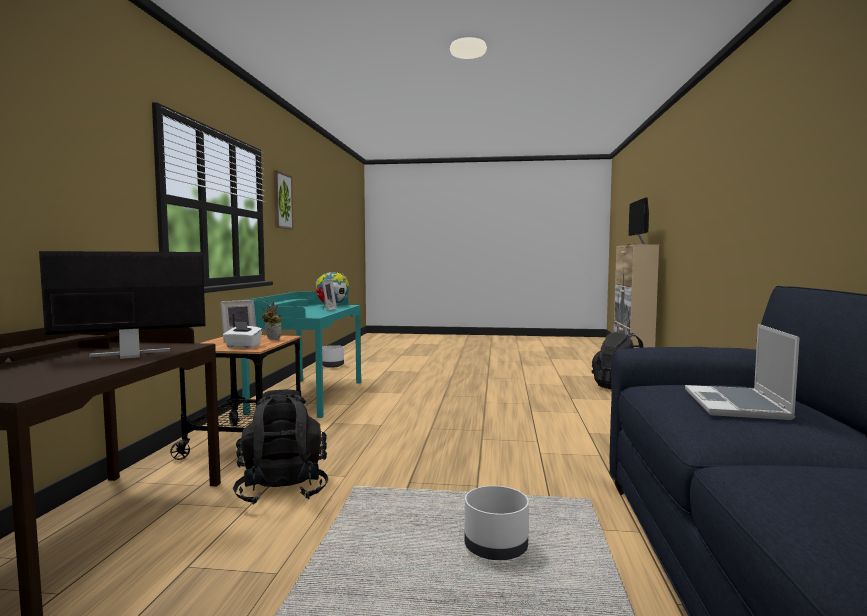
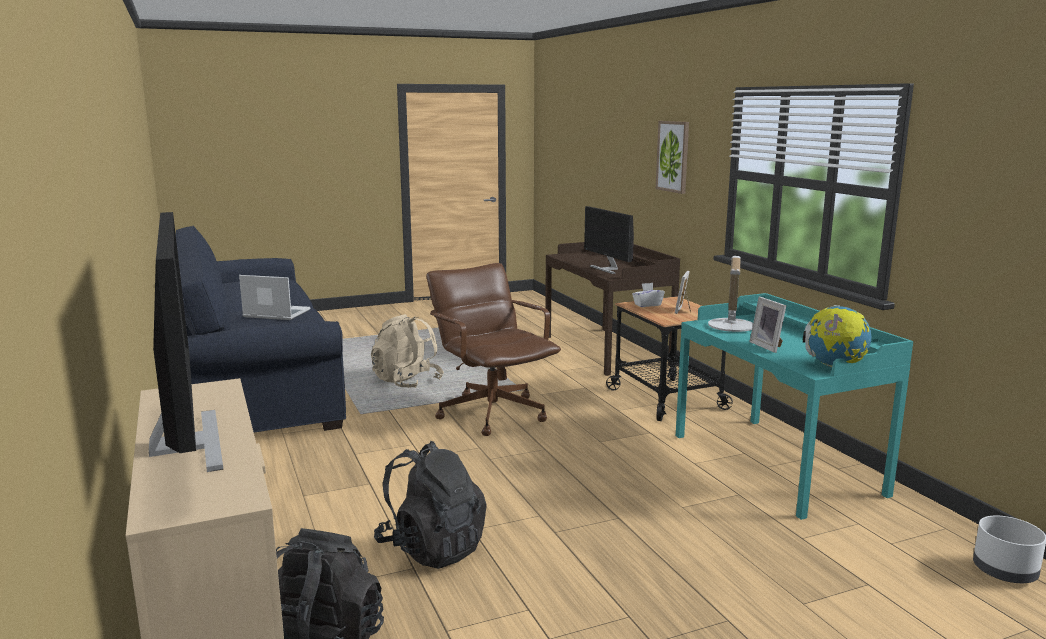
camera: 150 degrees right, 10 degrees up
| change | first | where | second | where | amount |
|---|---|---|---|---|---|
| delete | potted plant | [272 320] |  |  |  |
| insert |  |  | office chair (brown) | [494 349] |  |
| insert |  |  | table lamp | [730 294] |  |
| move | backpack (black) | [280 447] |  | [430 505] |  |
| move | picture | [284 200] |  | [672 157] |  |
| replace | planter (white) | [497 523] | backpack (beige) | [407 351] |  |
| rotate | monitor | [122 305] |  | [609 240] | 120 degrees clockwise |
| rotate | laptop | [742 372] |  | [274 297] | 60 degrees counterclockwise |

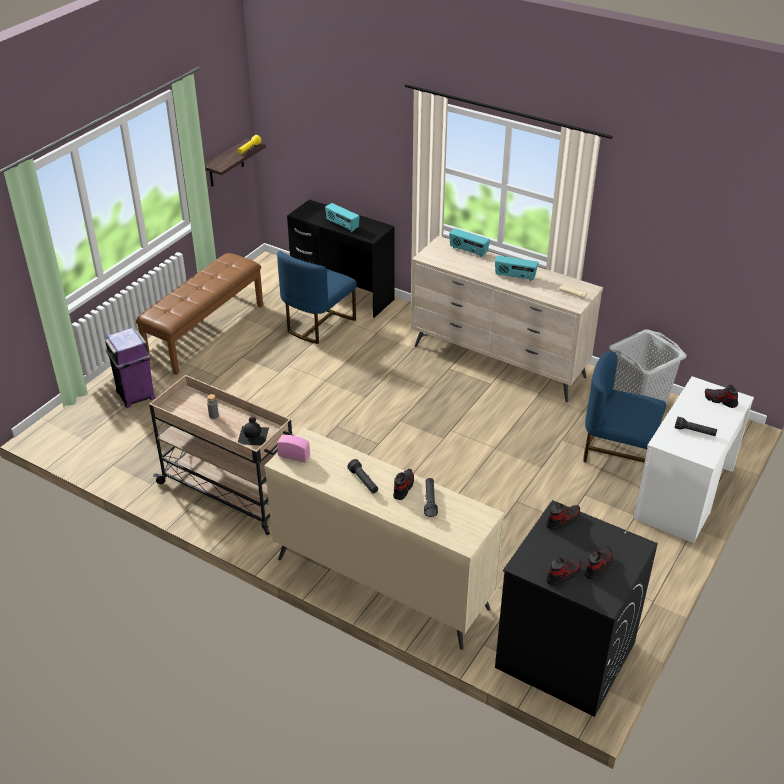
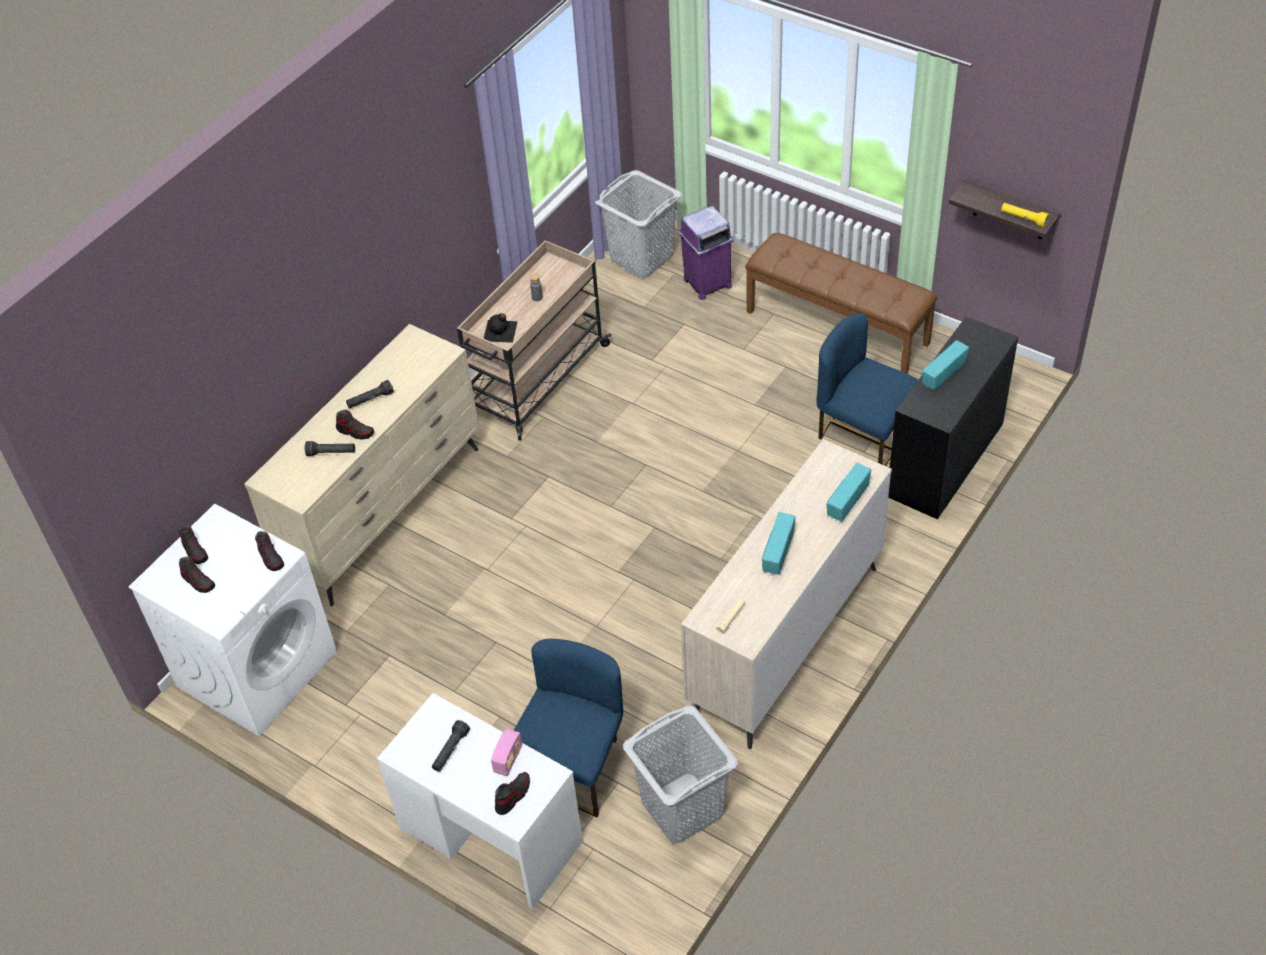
camera: 95 degrees right, 10 degrees up
| change | first | where | second | where | amount |
|---|---|---|---|---|---|
| insert |  |  | laundry basket (grey) | [638 224] |  |
| move | radio | [293 448] |  | [506 752] |  |
| recolor | washing machine (black) | [576 608] | washing machine (white) | [233 620] |  |

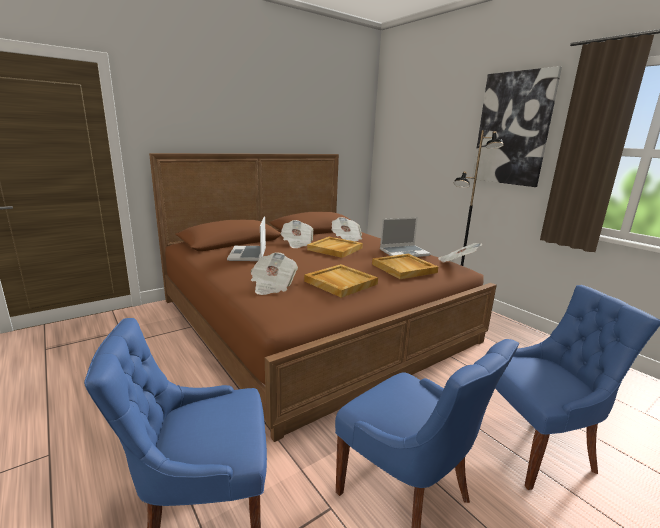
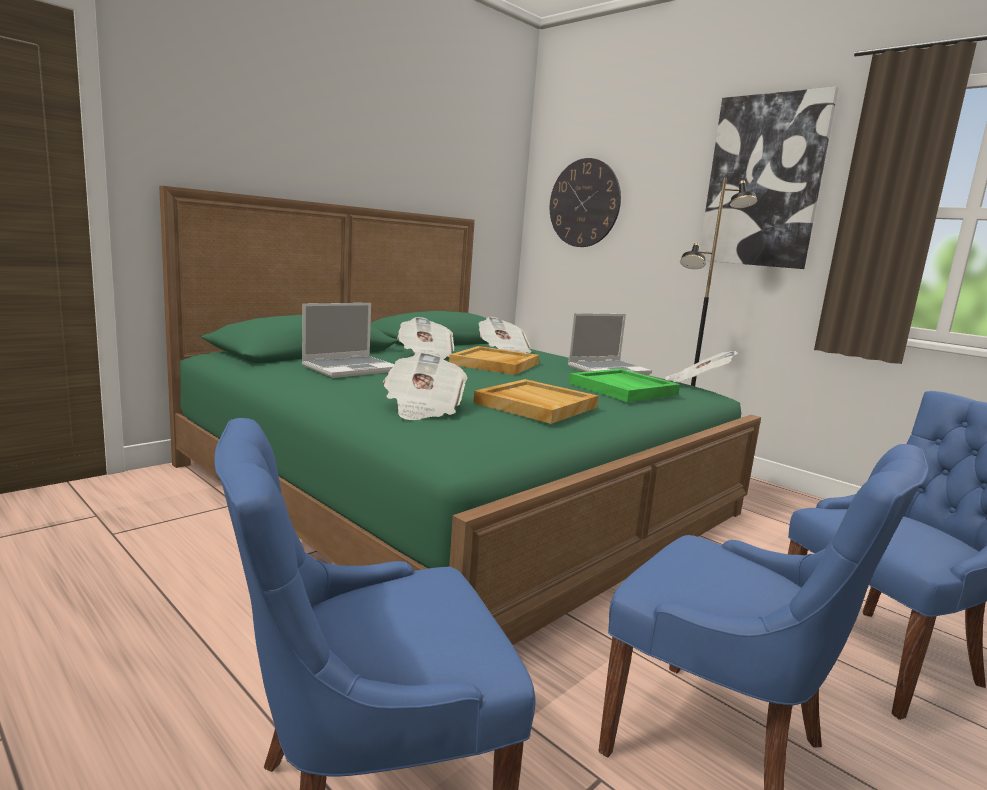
camera: 10 degrees left, 5 degrees down
| change | first | where | second | where | amount |
|---|---|---|---|---|---|
| insert |  |  | wall clock | [585 202] |  |
| recolor | bed (brown) | [323 297] | bed (green) | [460 415] |  |
| recolor | tray (beige) | [405 266] | tray (green) | [624 385] |  |
| rotate | laptop | [246 238] |  | [348 340] | 120 degrees counterclockwise |

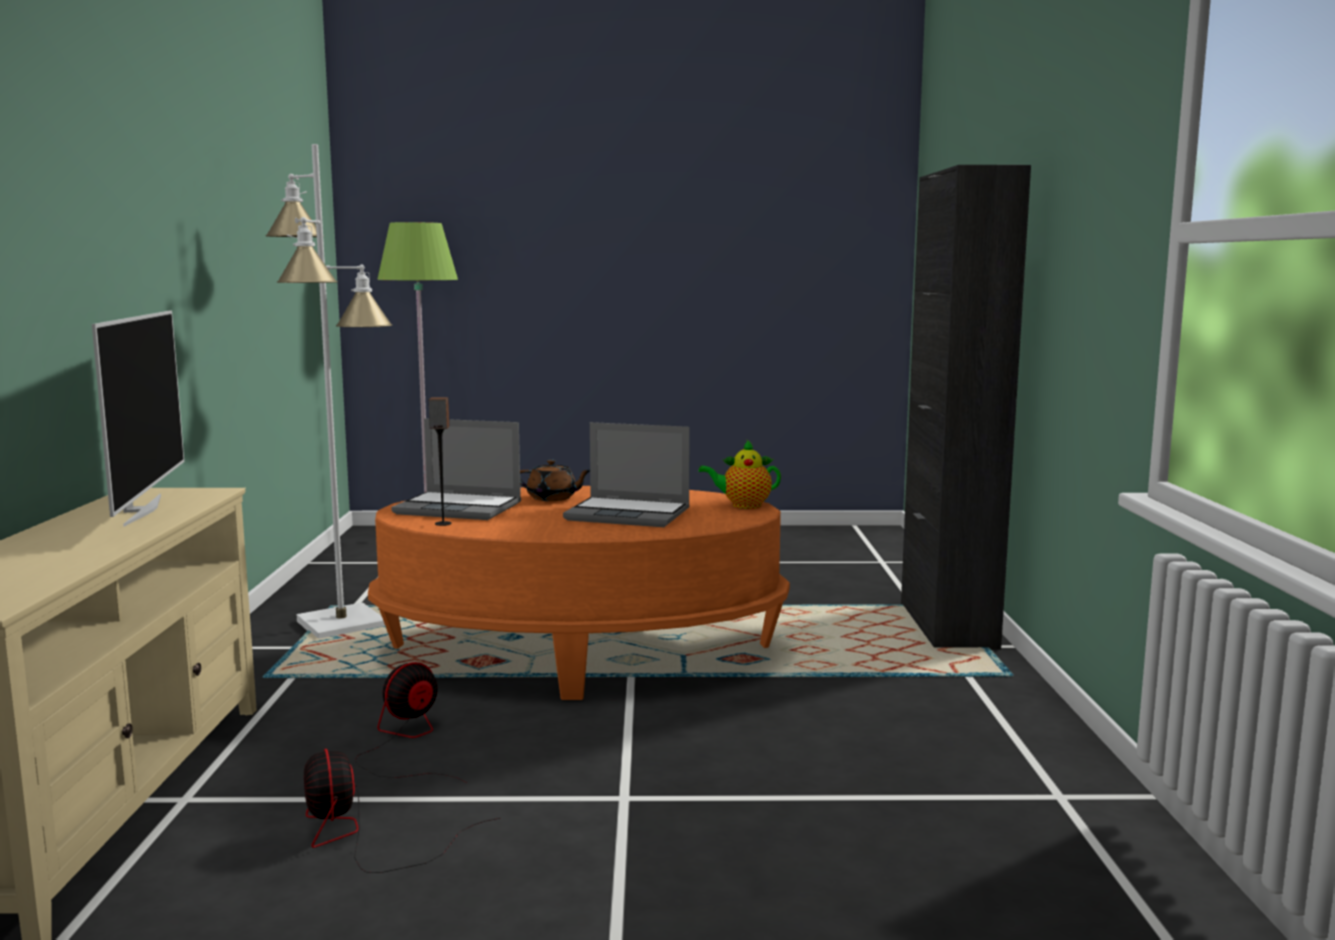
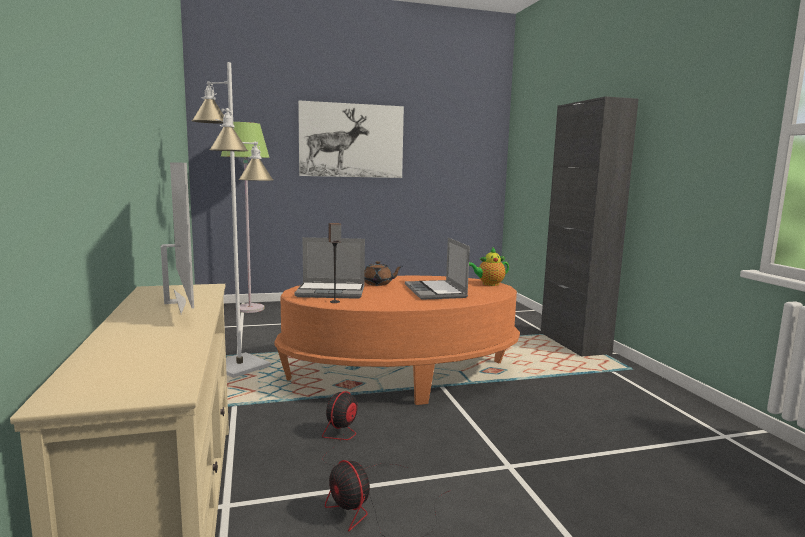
camera: 15 degrees left, 0 degrees up
| change | first | where | second | where | amount |
|---|---|---|---|---|---|
| insert |  |  | picture | [351 139] |  |
| rotate | laptop | [626 474] |  | [437 268] | 75 degrees clockwise |

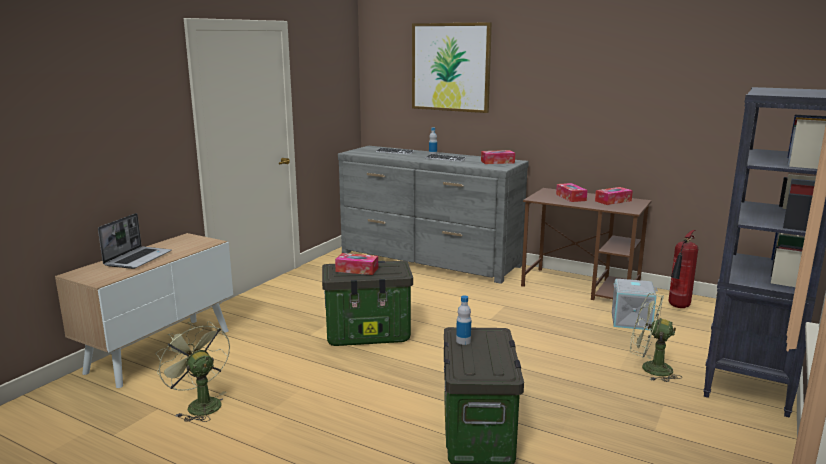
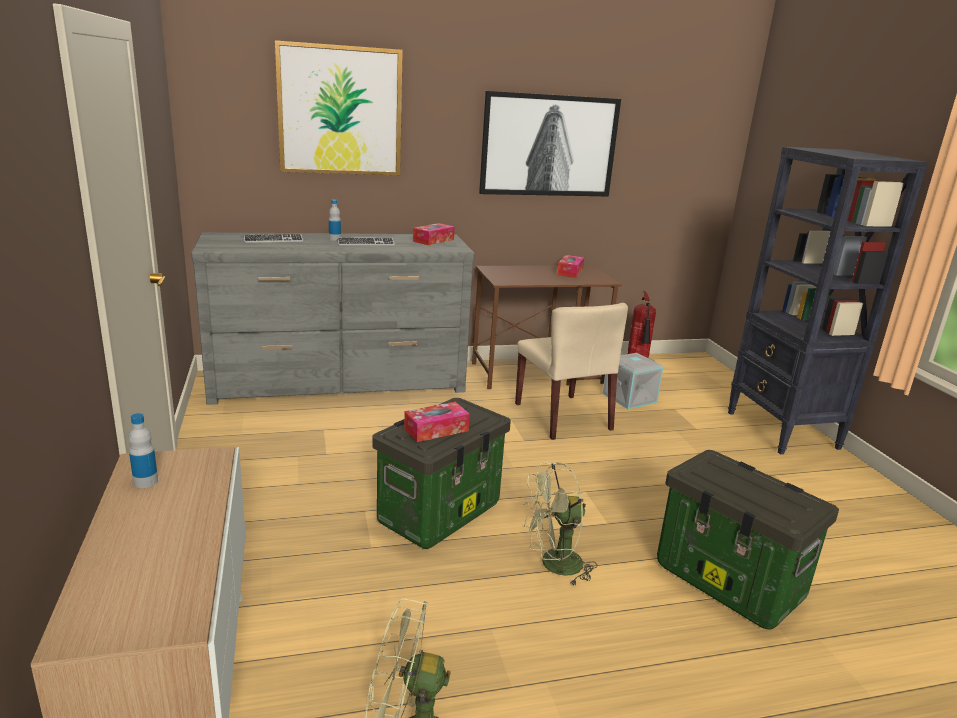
camera: 45 degrees left, 5 degrees up
| change | first | where | second | where | amount |
|---|---|---|---|---|---|
| delete | laptop | [135 241] |  |  |  |
| delete | tissue box | [571 192] |  |  |  |
| insert |  |  | picture | [550 144] |  |
| insert |  |  | chair (beige) | [571 371] |  |
| move | bottle | [463 320] |  | [143 450] |  |
| move | fan (green) | [656 337] |  | [559 524] |  |

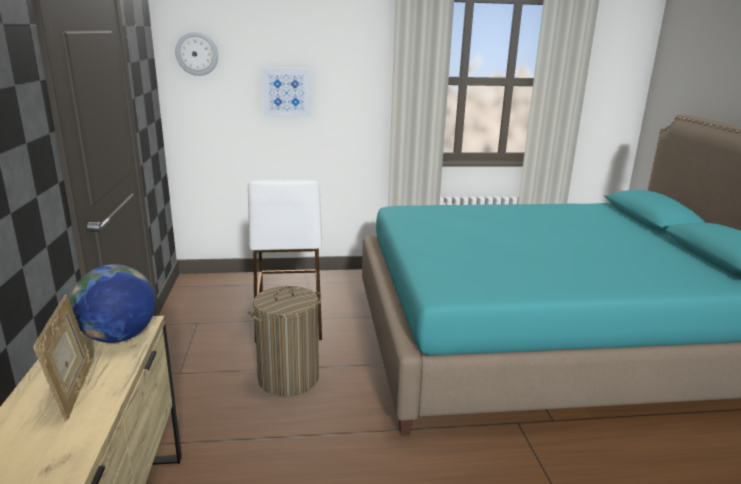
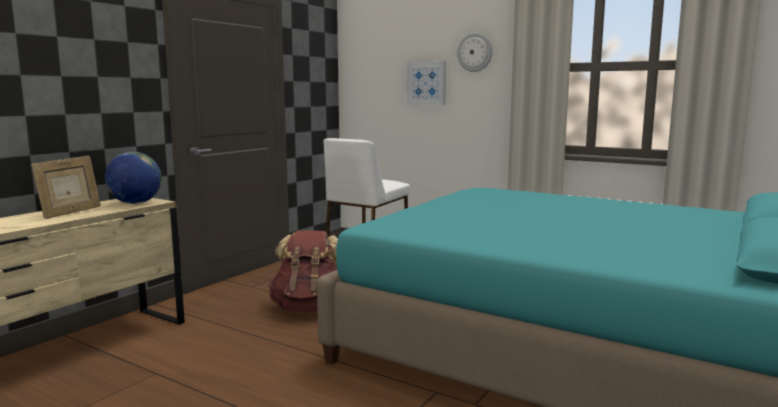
camera: 40 degrees right, 10 degrees down
| change | first | where | second | where | amount |
|---|---|---|---|---|---|
| move | wall clock | [196 54] |  | [474 52] |  |
| replace | laundry basket | [285 341] | backpack (brown) | [303 271] |  |

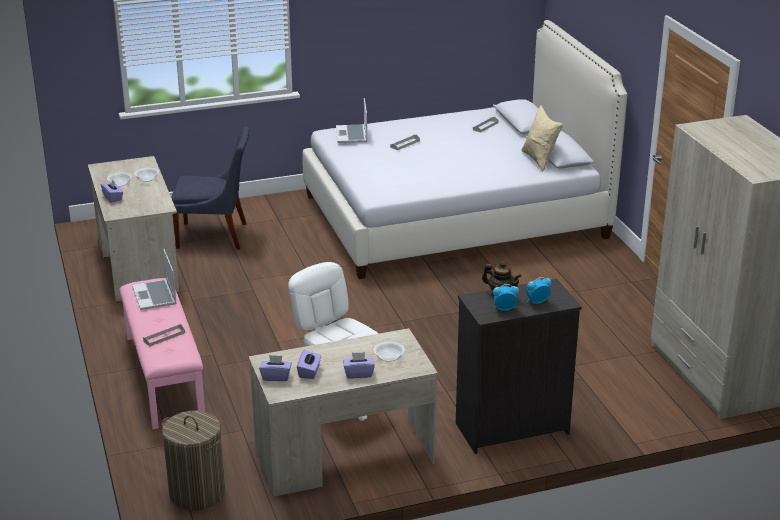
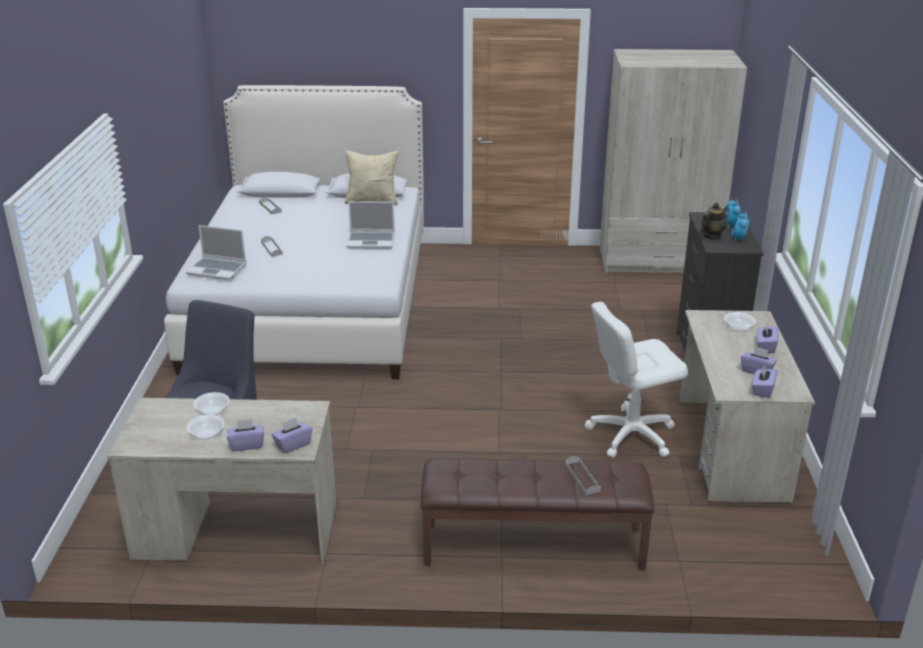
camera: 70 degrees left, 0 degrees up
| change | first | where | second | where | amount |
|---|---|---|---|---|---|
| delete | laundry basket | [193 460] |  |  |  |
| insert |  |  | tissue box (purple) | [292 435] |  |
| move | laptop | [154 279] |  | [370 225] |  |
| recolor | bench (pink) | [162 353] | bench (brown) | [537 514] |  |

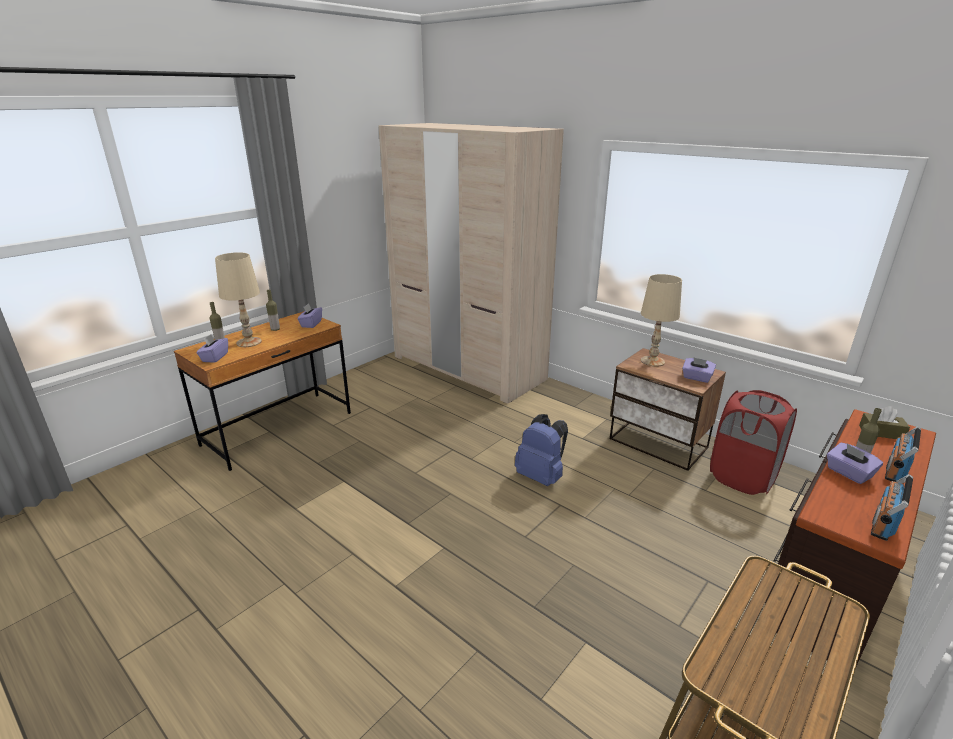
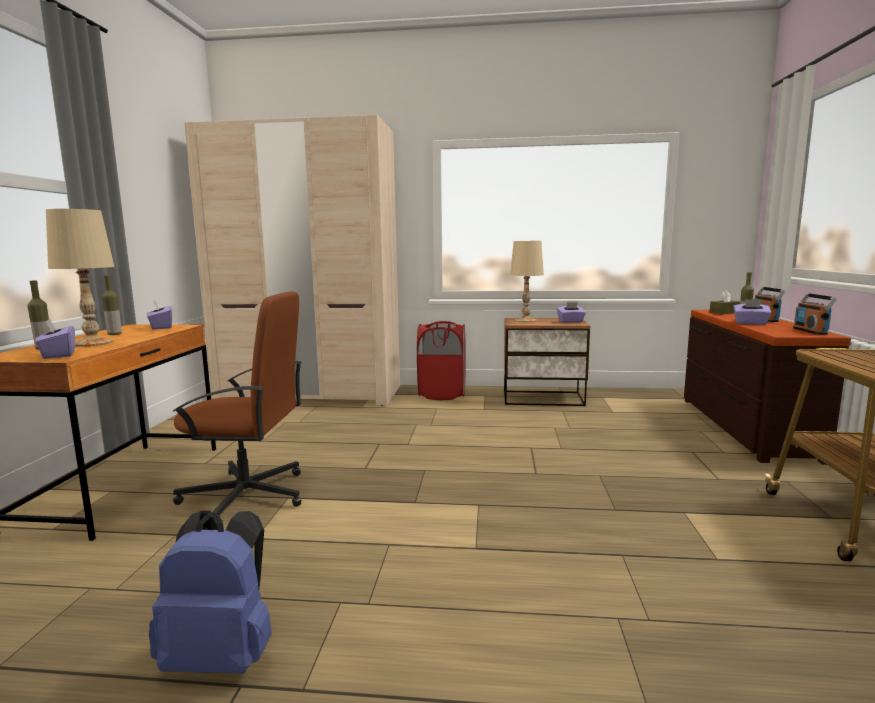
camera: 35 degrees left, 15 degrees down
| change | first | where | second | where | amount |
|---|---|---|---|---|---|
| insert |  |  | office chair (brown) | [237 407] |  |
| move | backpack (blue) | [541 450] |  | [210 592] |  |
| move | laundry basket (red) | [753 442] |  | [441 360] |  |

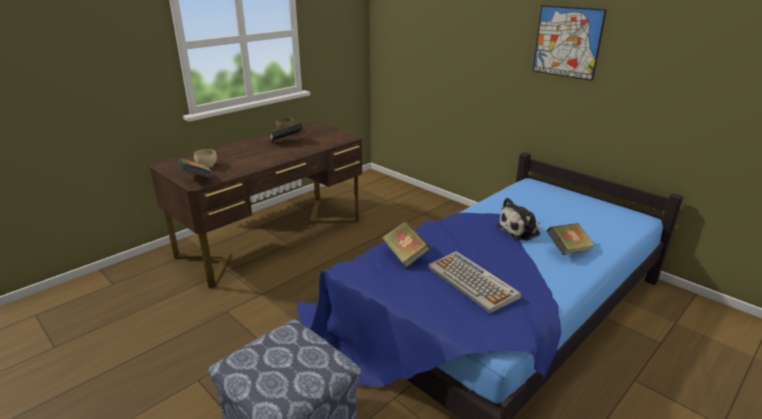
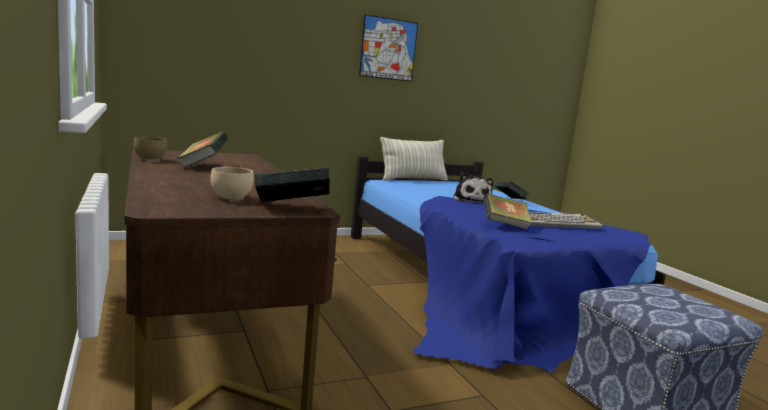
camera: 70 degrees left, 15 degrees down
| change | first | where | second | where | amount |
|---|---|---|---|---|---|
| insert |  |  | pillow | [414 159] |  |

